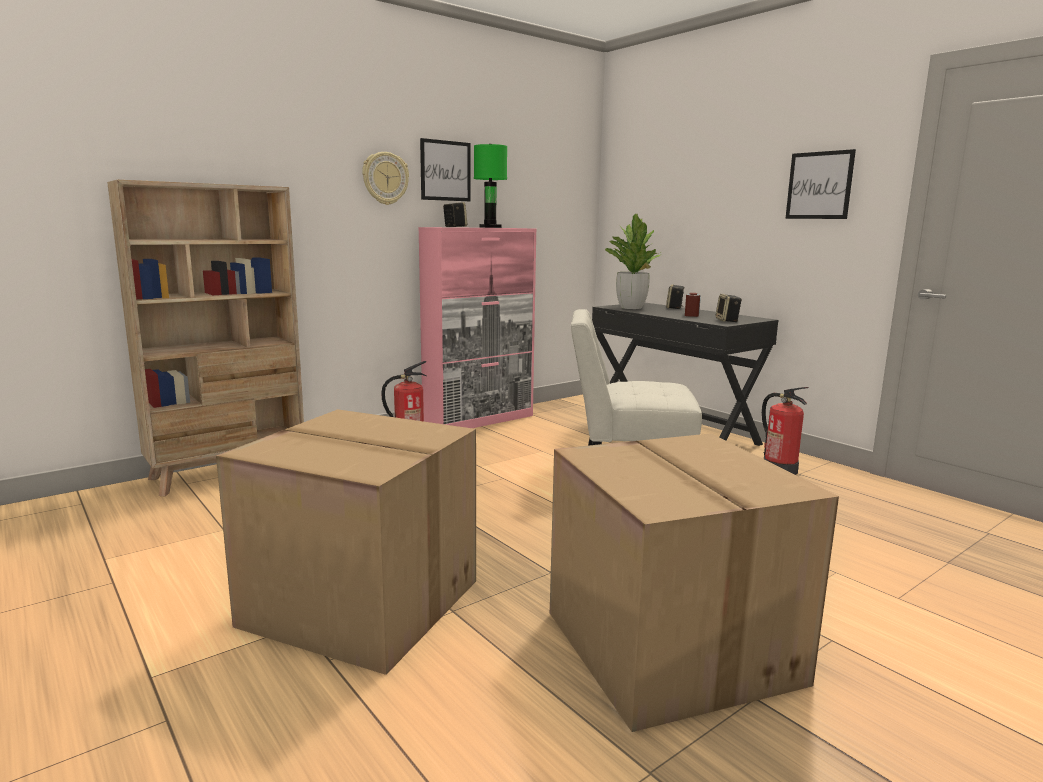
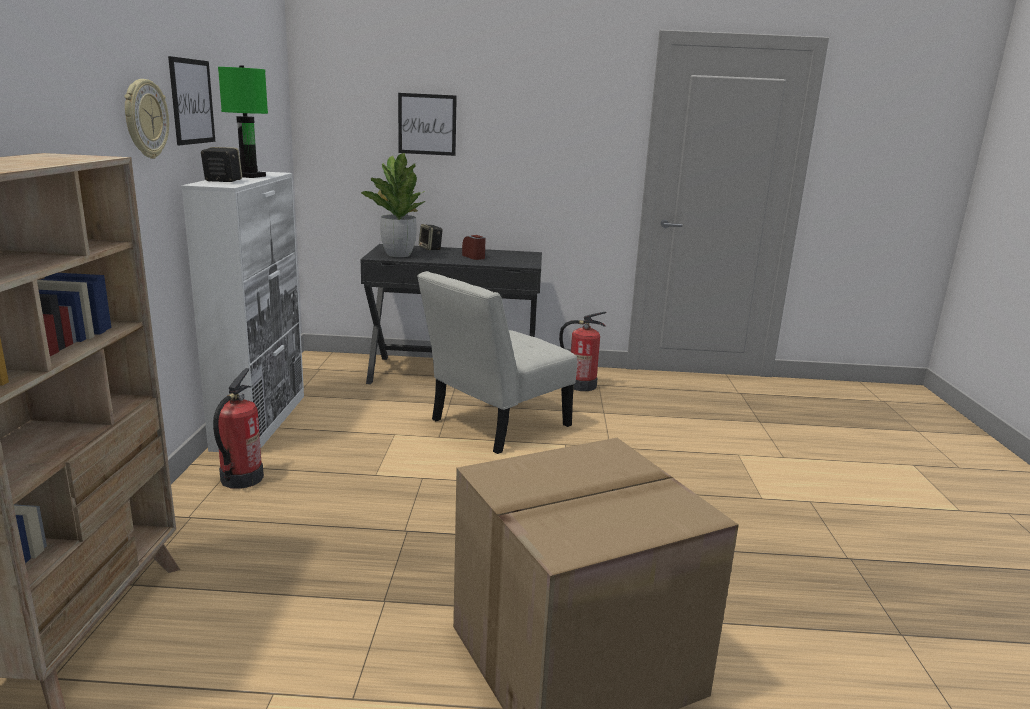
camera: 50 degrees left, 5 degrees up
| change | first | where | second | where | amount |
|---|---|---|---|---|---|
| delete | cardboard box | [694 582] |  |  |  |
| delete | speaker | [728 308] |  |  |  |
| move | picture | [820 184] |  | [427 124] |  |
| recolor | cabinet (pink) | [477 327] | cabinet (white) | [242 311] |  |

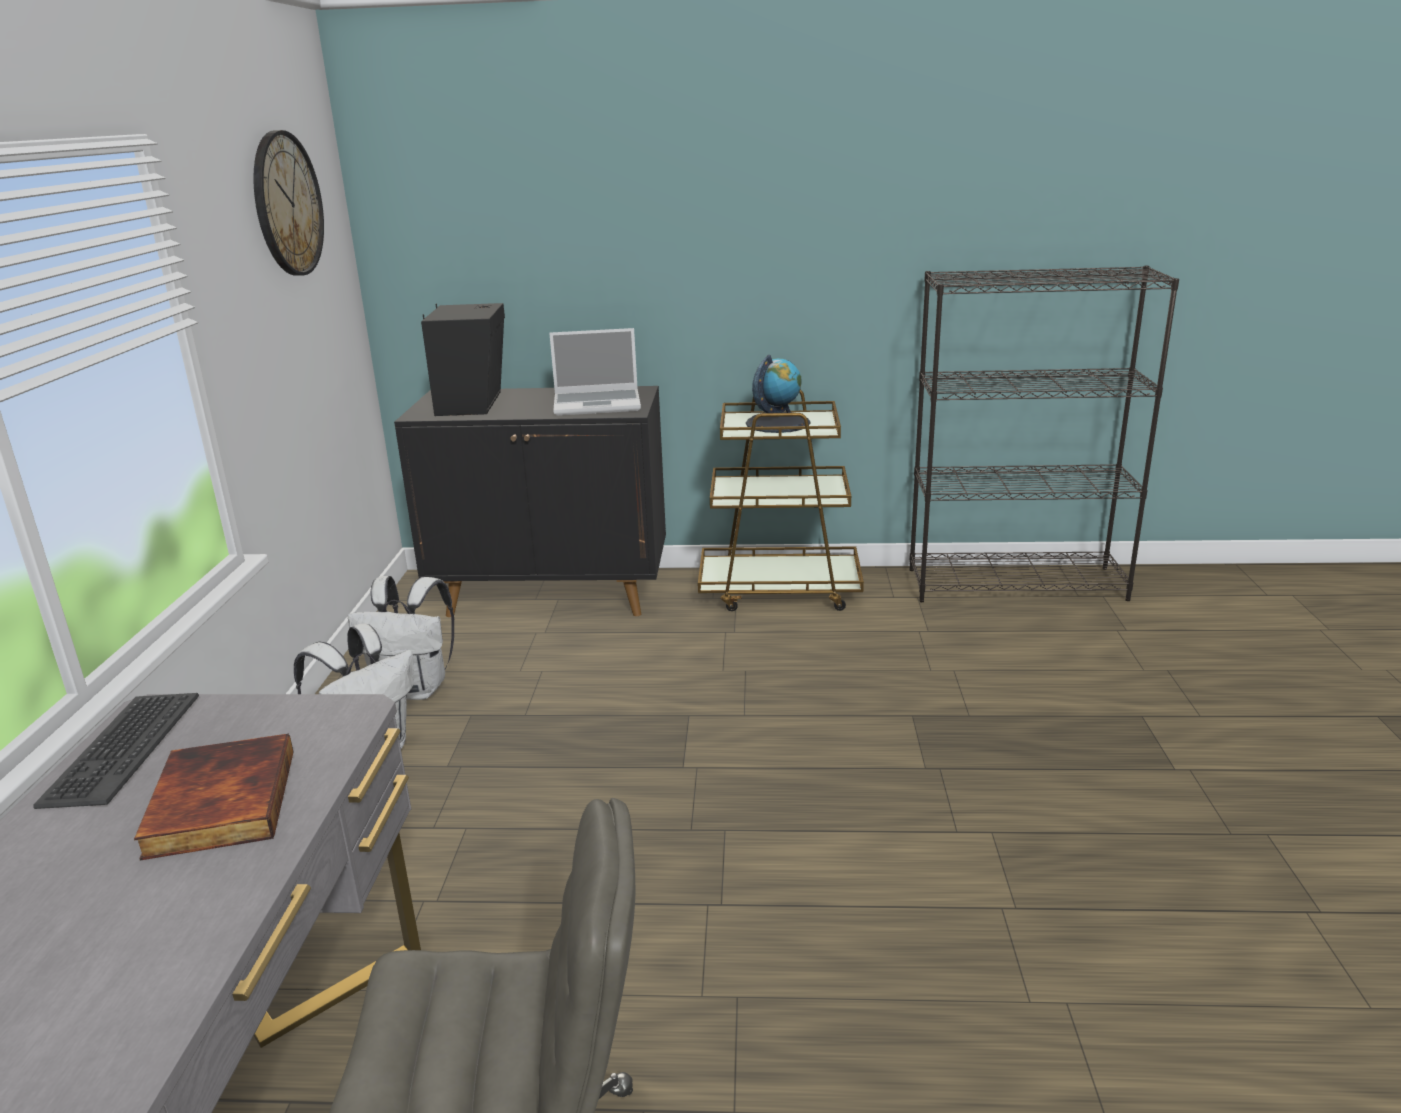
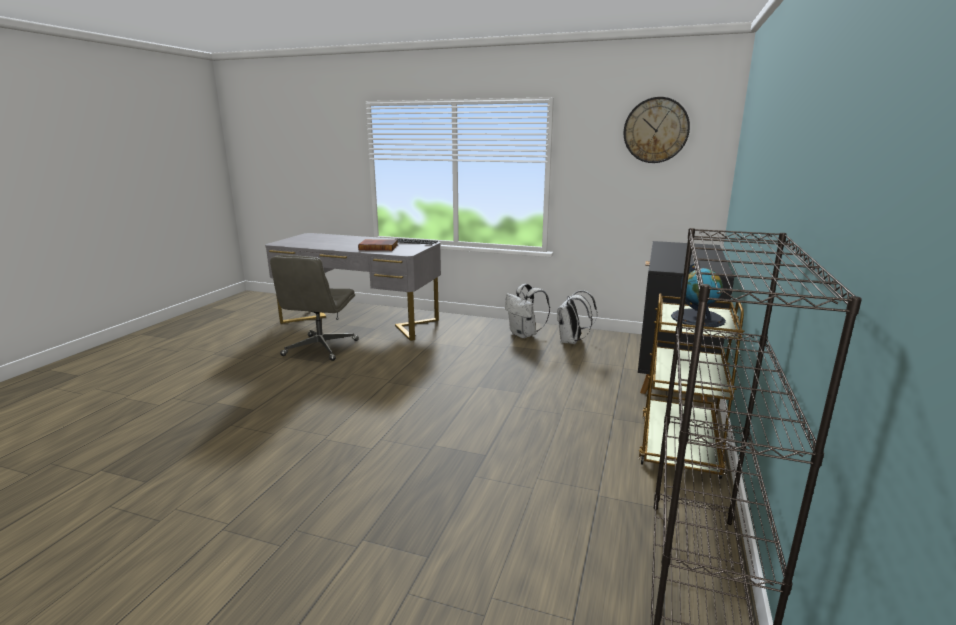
camera: 105 degrees right, 5 degrees down
| change | first | where | second | where | amount |
|---|---|---|---|---|---|
| delete | speaker (black) | [463 359] |  |  |  |
| delete | laptop | [595 372] |  |  |  |

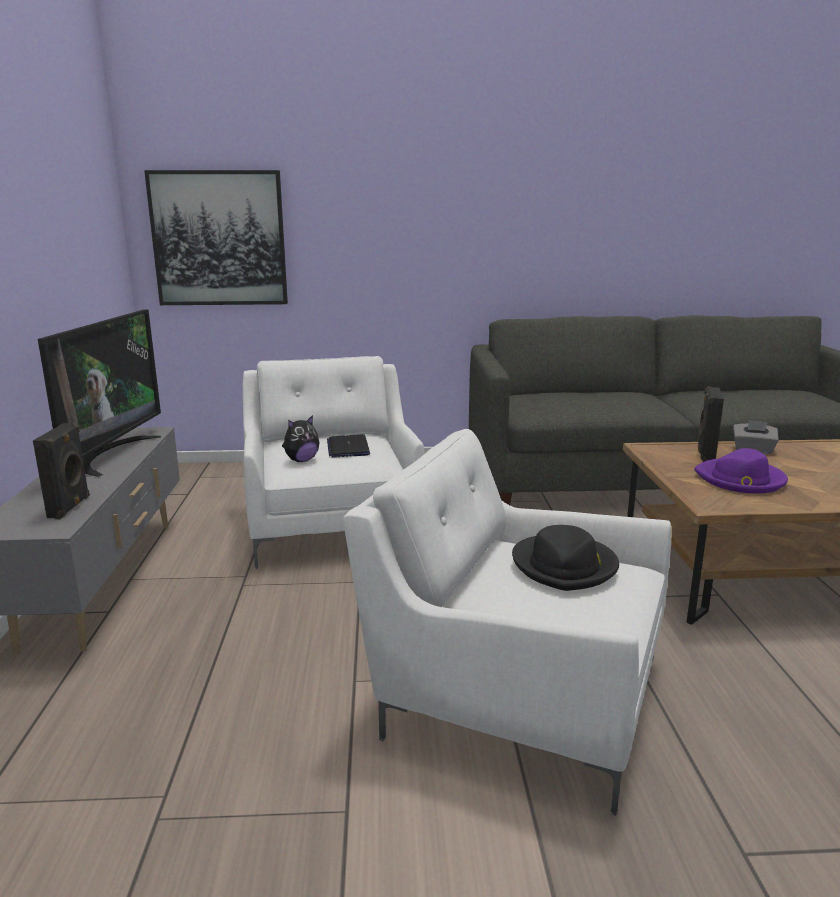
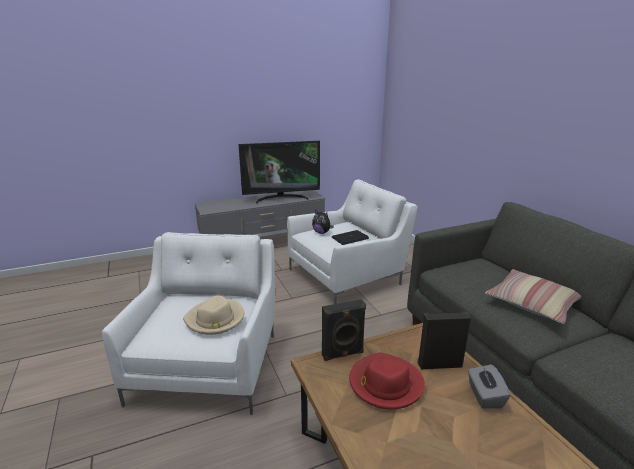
camera: 70 degrees right, 5 degrees up
| change | first | where | second | where | amount |
|---|---|---|---|---|---|
| delete | picture | [216 237] |  |  |  |
| insert |  |  | pillow | [533 296] |  |
| move | speaker (black) | [61 470] |  | [344 330] |  |
| recolor | hat (black) | [565 558] | hat (beige) | [213 315] |  |
| recolor | hat (purple) | [741 471] | hat (red) | [387 381] |  |

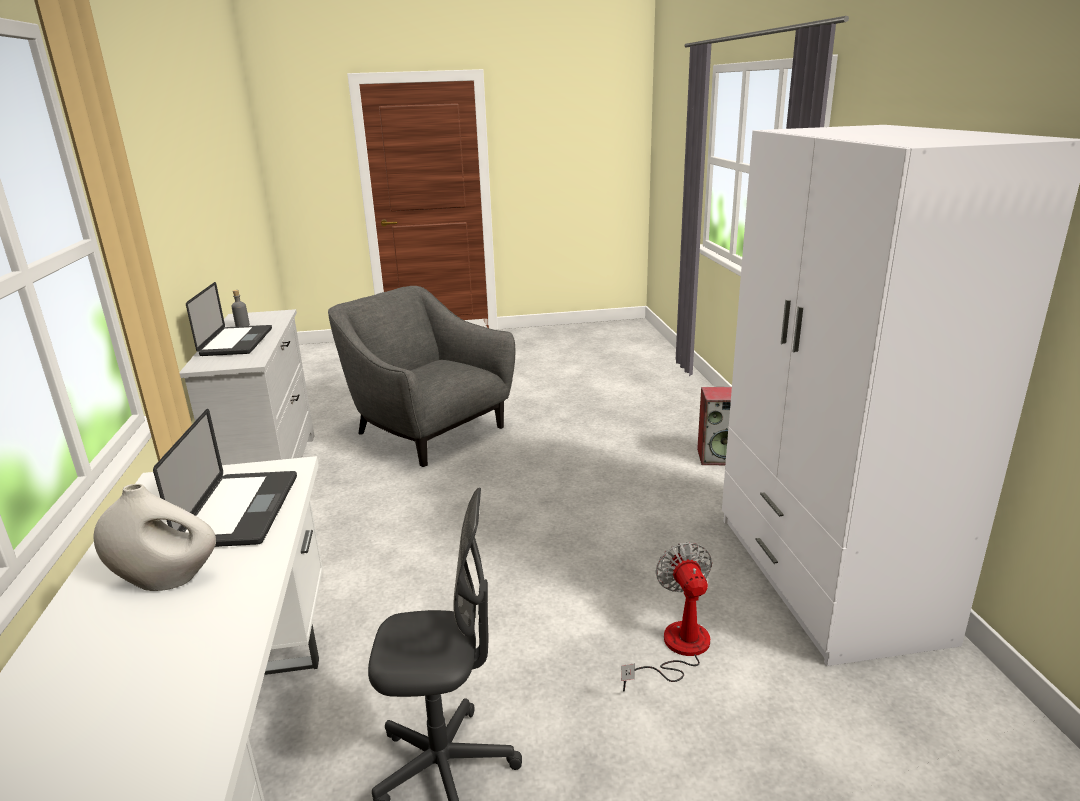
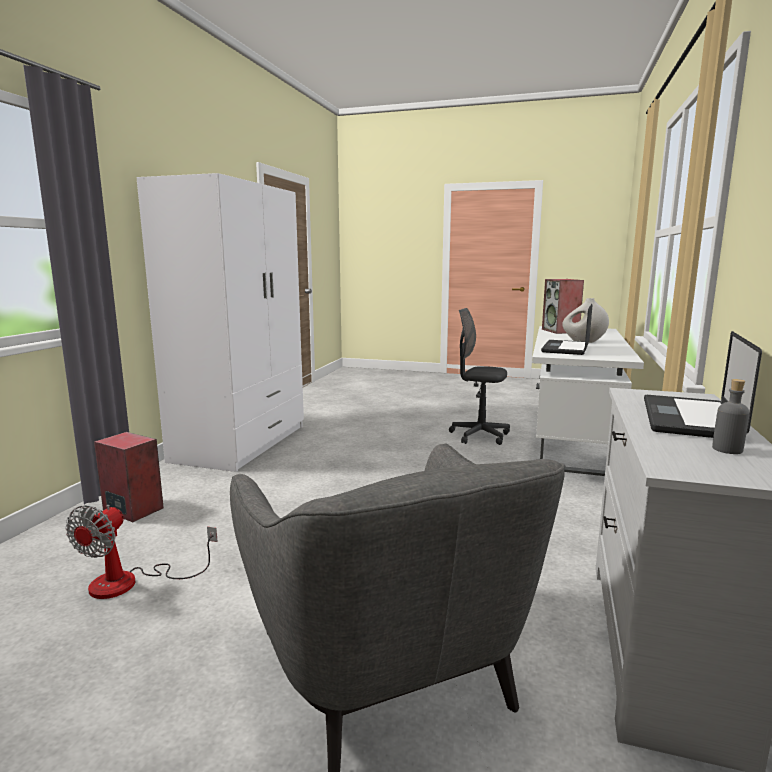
camera: 155 degrees left, 10 degrees down
| change | first | where | second | where | amount |
|---|---|---|---|---|---|
| insert |  |  | speaker | [563 306] |  |
| move | fan | [666 617] |  | [141 552] |  |

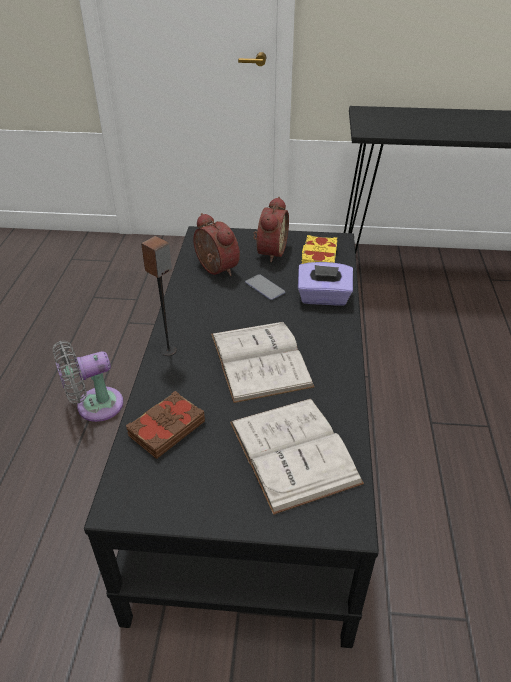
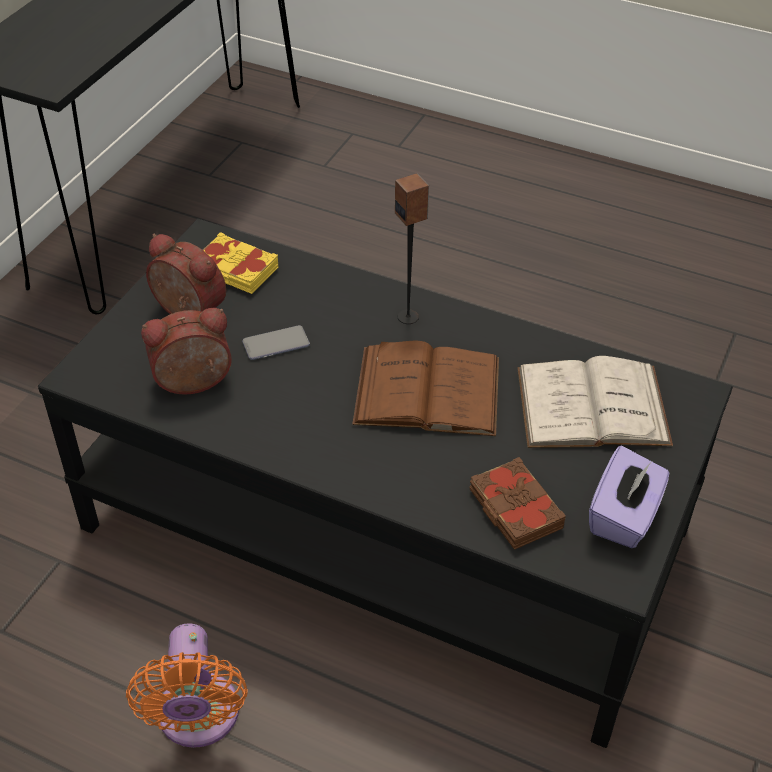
camera: 70 degrees left, 5 degrees up
| change | first | where | second | where | amount |
|---|---|---|---|---|---|
| move | speaker | [159 296] |  | [412 248] |  |
| move | tissue box (purple) | [325 284] |  | [629 497] |  |
| recolor | fan (grey) | [88 381] | fan (orange) | [187 686] |  |
| recolor | book (white) | [263 362] | book (brown) | [425 388] |  |

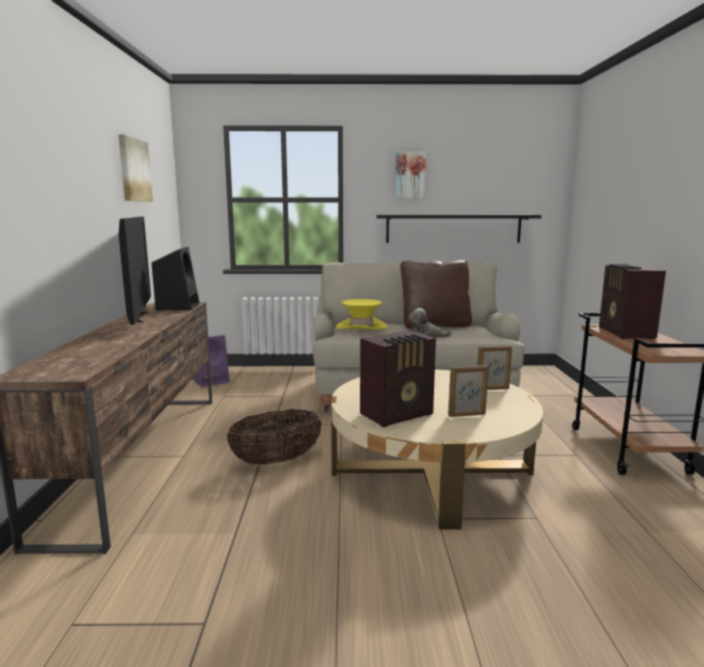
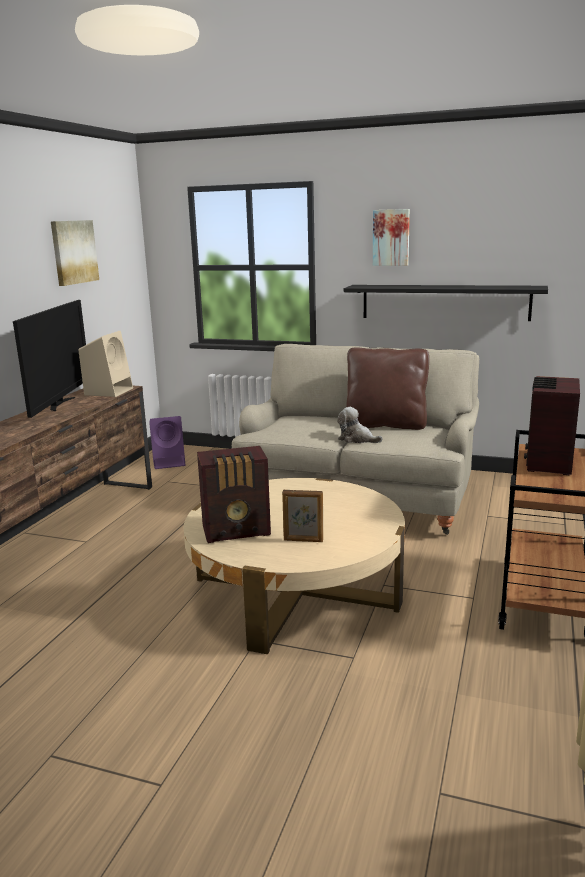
camera: 20 degrees right, 5 degrees up
| change | first | where | second | where | amount |
|---|---|---|---|---|---|
| delete | basket | [274 437] |  |  |  |
| delete | hat (yellow) | [362 314] |  |  |  |
| delete | picture frame | [494 367] |  |  |  |
| recolor | speaker (black) | [176 278] | speaker (beige) | [106 364] |  |

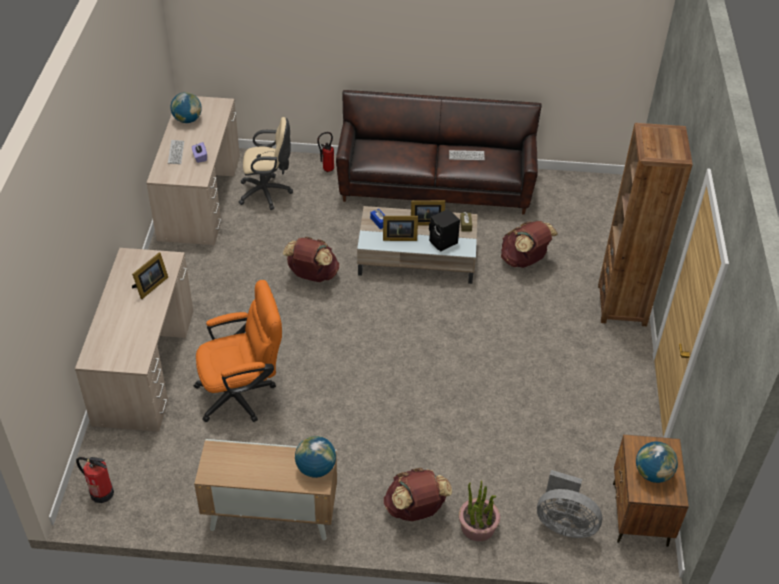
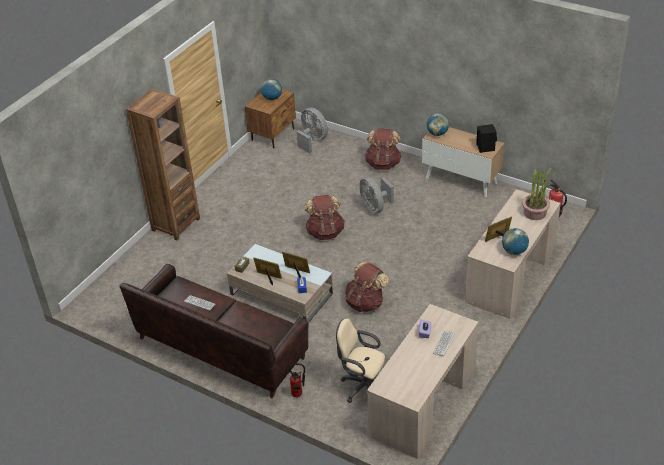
camera: 150 degrees left, 5 degrees down
| change | first | where | second | where | amount |
|---|---|---|---|---|---|
| delete | office chair (orange) | [238 351] |  |  |  |
| insert |  |  | fan (grey) | [376 195] |  |
| move | globe | [186 107] |  | [515 241] |  |
| move | speaker (black) | [444 230] |  | [486 138] |  |
| move | potted plant | [479 510] |  | [537 194] |  |
| move | backpack (brown) | [529 244] |  | [324 217] |  |

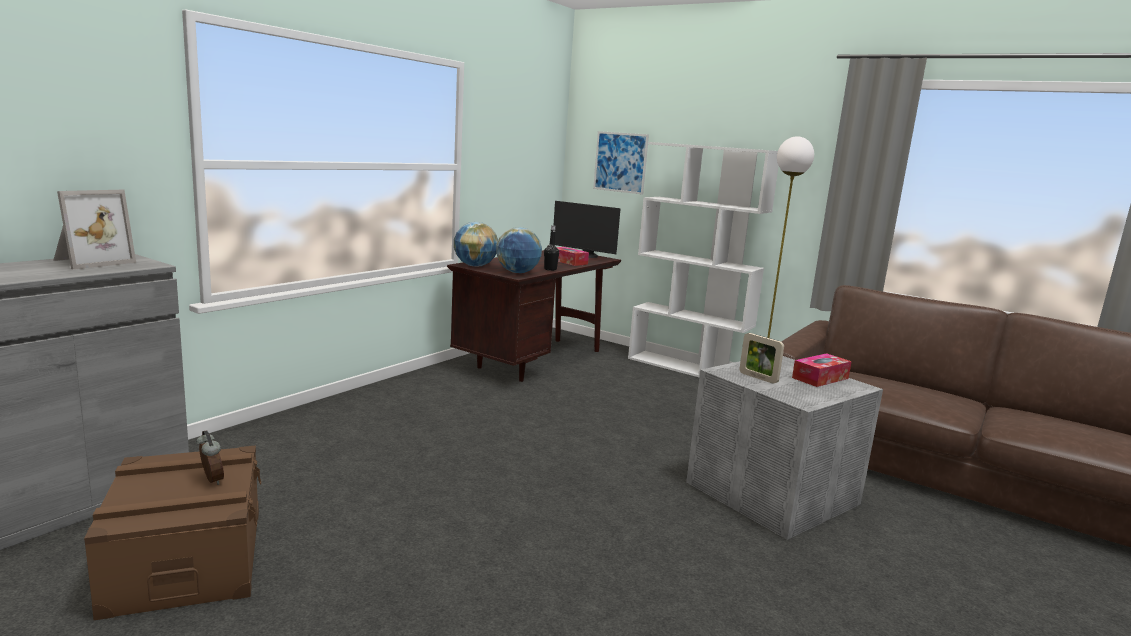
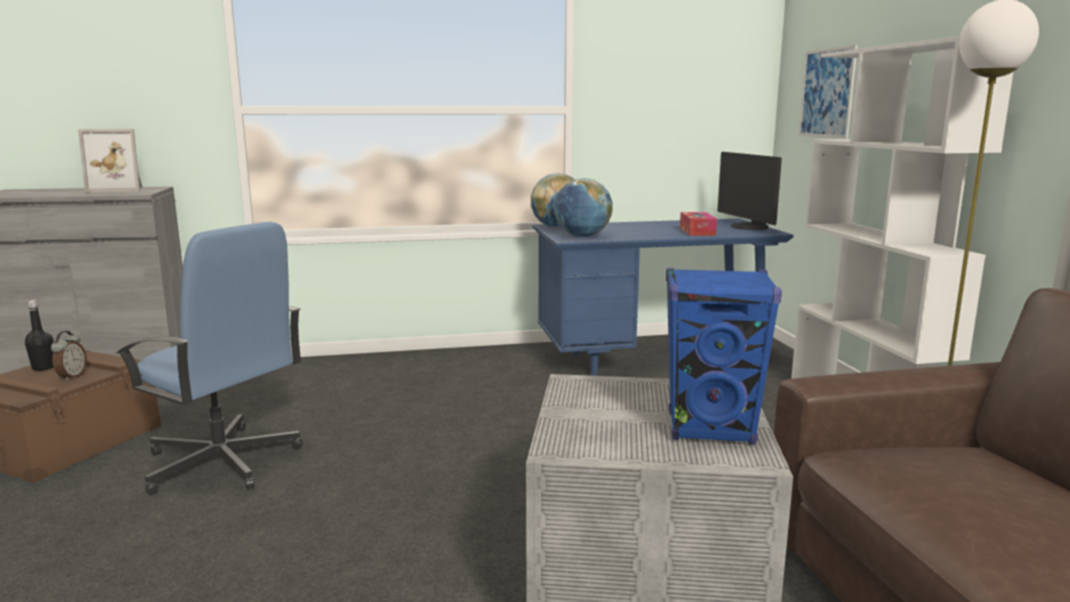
camera: 45 degrees right, 0 degrees up
| change | first | where | second | where | amount |
|---|---|---|---|---|---|
| delete | picture frame | [761 358] |  |  |  |
| insert |  |  | office chair (blue) | [209 358] |  |
| move | bottle (black) | [551 248] |  | [39 335] |  |
| replace | tissue box | [822 370] | speaker (blue) | [724 356] |  |
| recolor | desk (brown) | [534 316] | desk (blue) | [663 297] |  |

